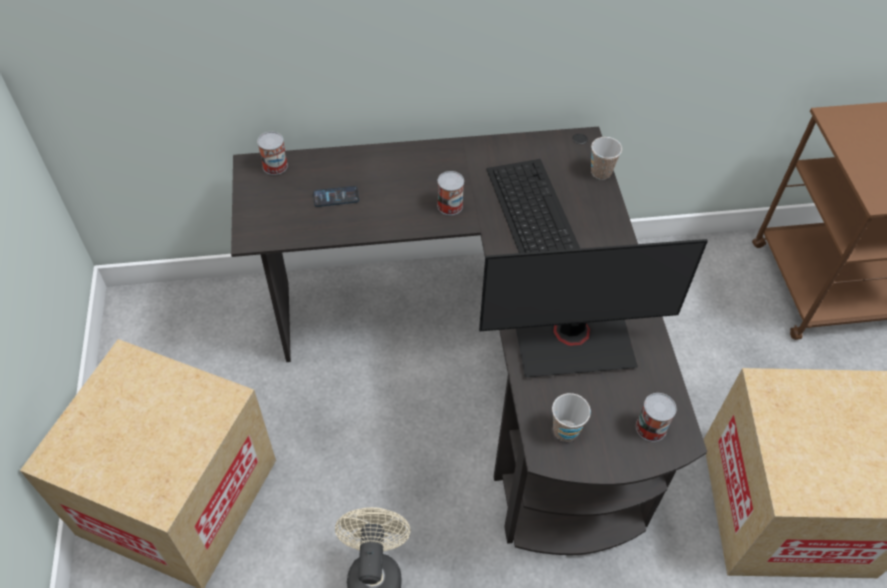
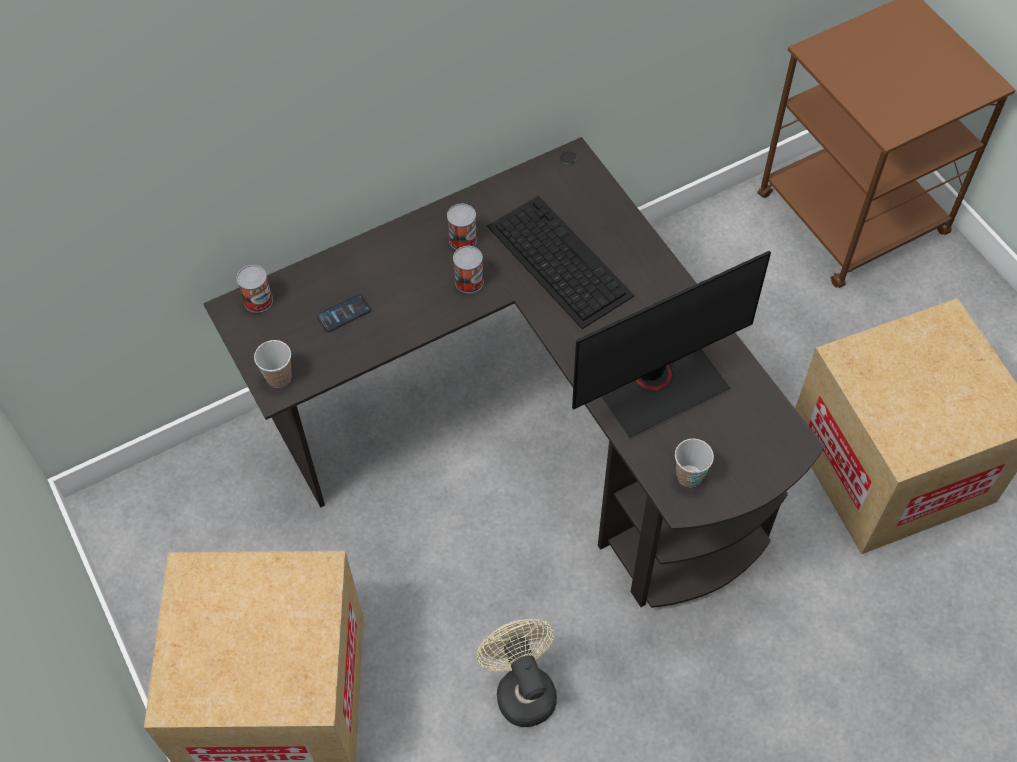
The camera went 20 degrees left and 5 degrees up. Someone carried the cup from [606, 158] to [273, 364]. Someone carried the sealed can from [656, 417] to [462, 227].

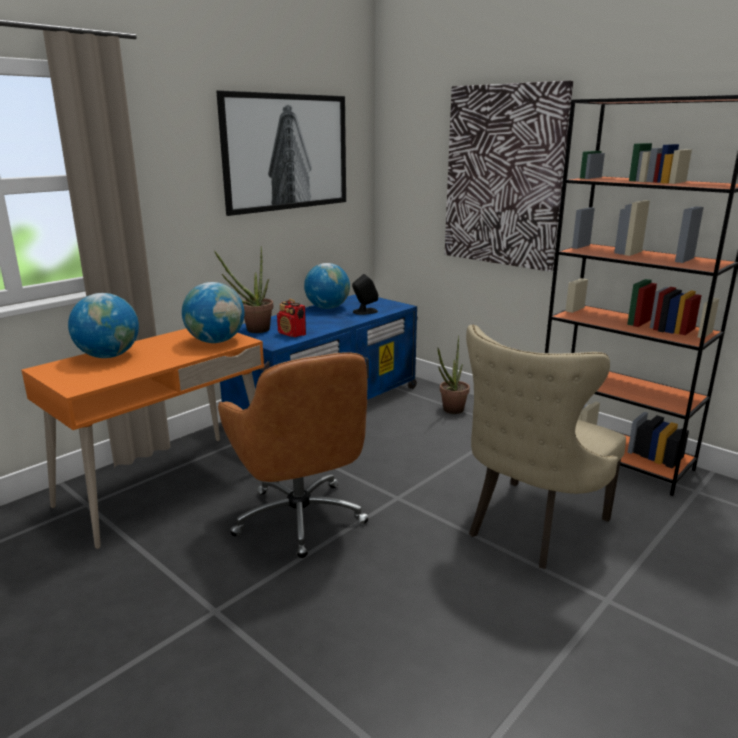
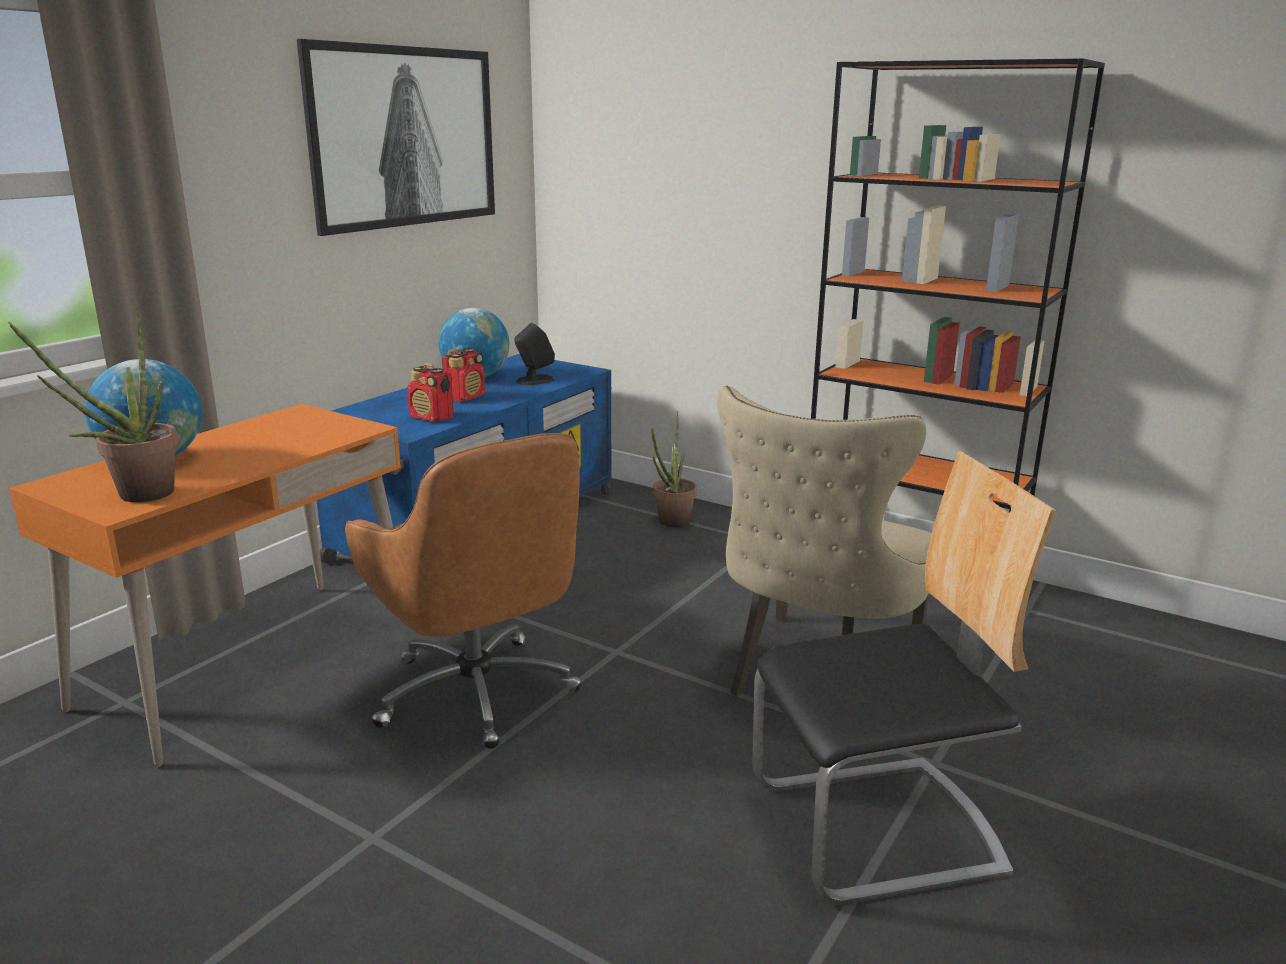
The camera went 10 degrees left and 0 degrees up. Someone carried the potted plant from [243, 289] to [93, 405]. Someone put down the radio receiver at [463, 375]. Someone put down the plain chair at [904, 678]. Someone took away the world globe at [213, 312]. Someone took away the picture at [509, 176].

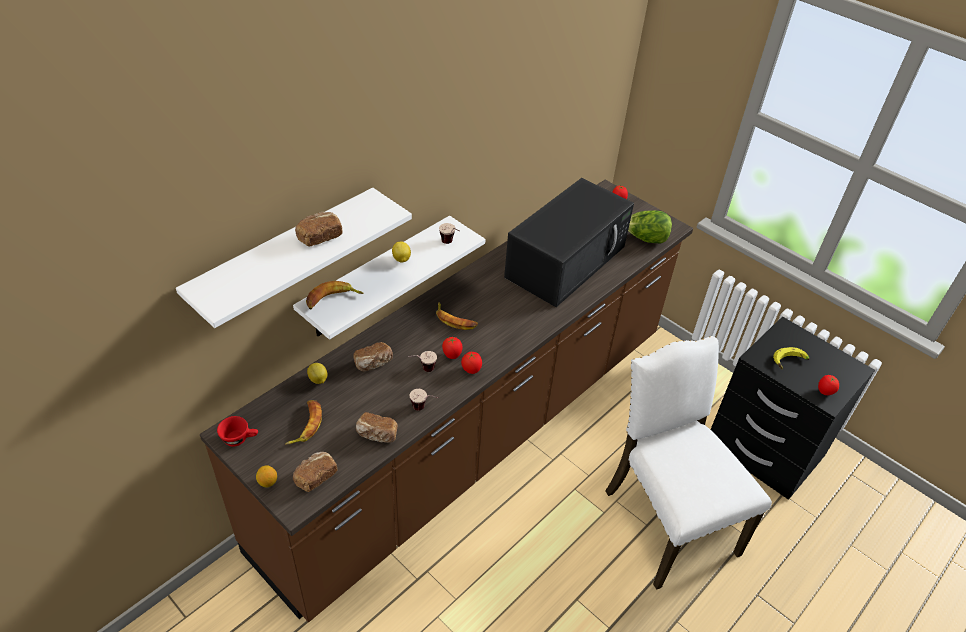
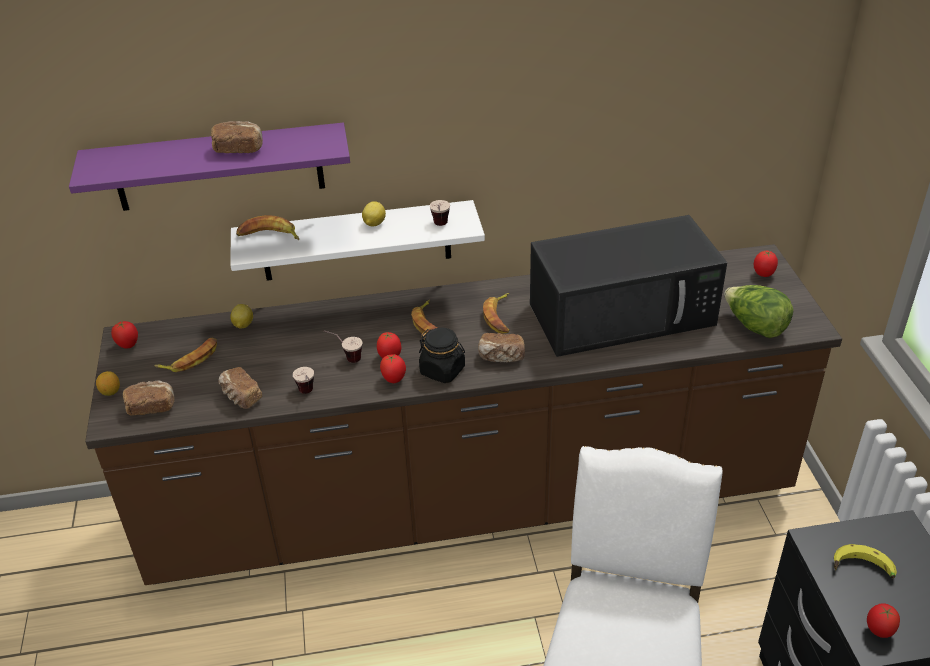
The camera went 40 degrees right and 5 degrees down. Someone repainted the wall shelf (white-coloured) at [294, 258], which became the wall shelf (purple) at [209, 167]. Someone swapped the cup (red-coloured) at [237, 431] for the whole tomato at [124, 335]. Someone put down the jar (black) at [442, 355]. Someone carried the baked bread from [373, 356] to [501, 347]. Someone put down the banana at [496, 313].

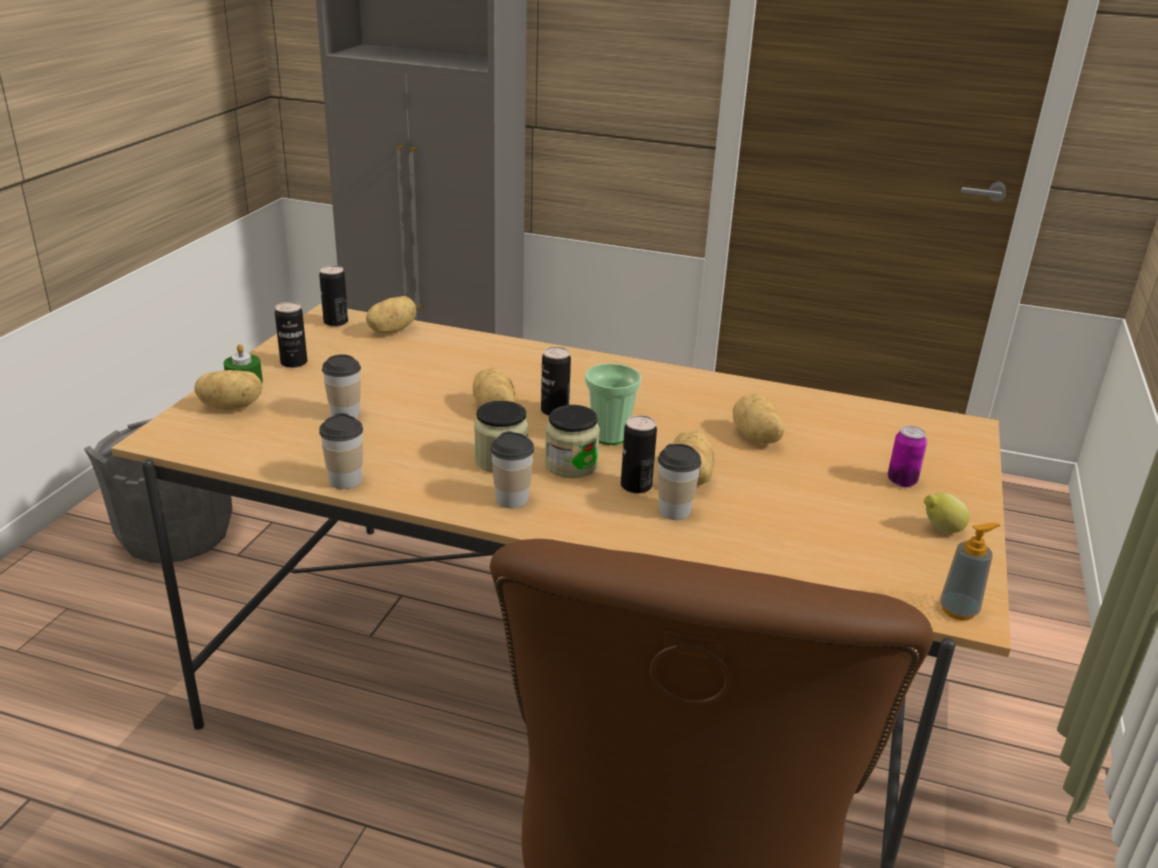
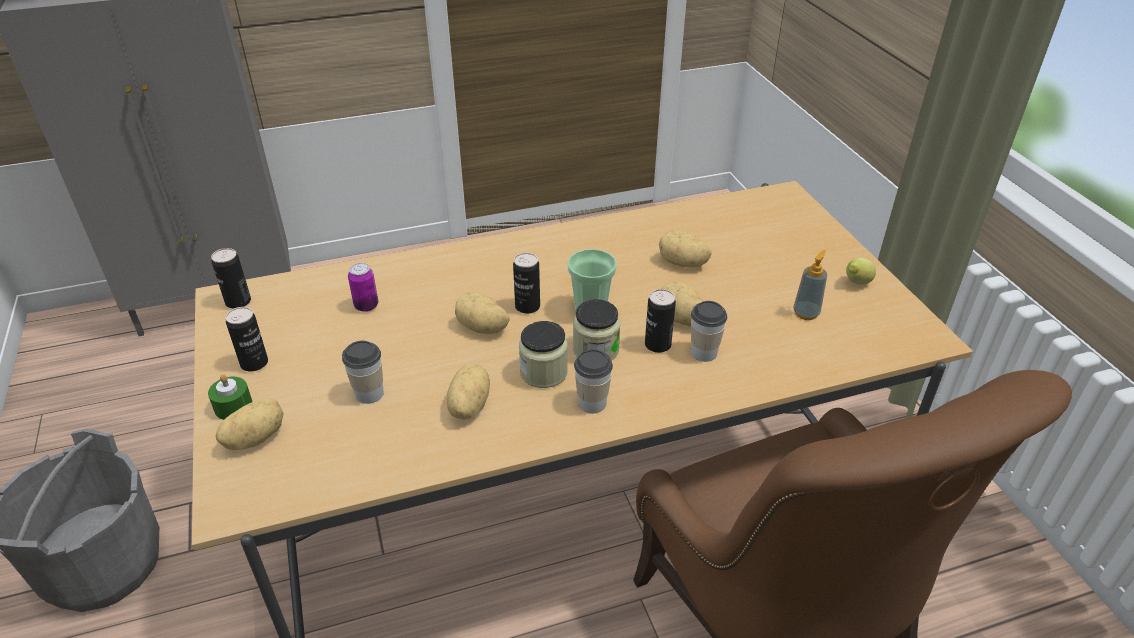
The camera went 35 degrees left and 10 degrees up. Someone carried the sealed can from [907, 456] to [363, 287]. Someone carried the whole potato from [391, 315] to [468, 391]. Someone carried the soap dispenser from [970, 571] to [810, 285]. Someone took away the cup at [341, 451].

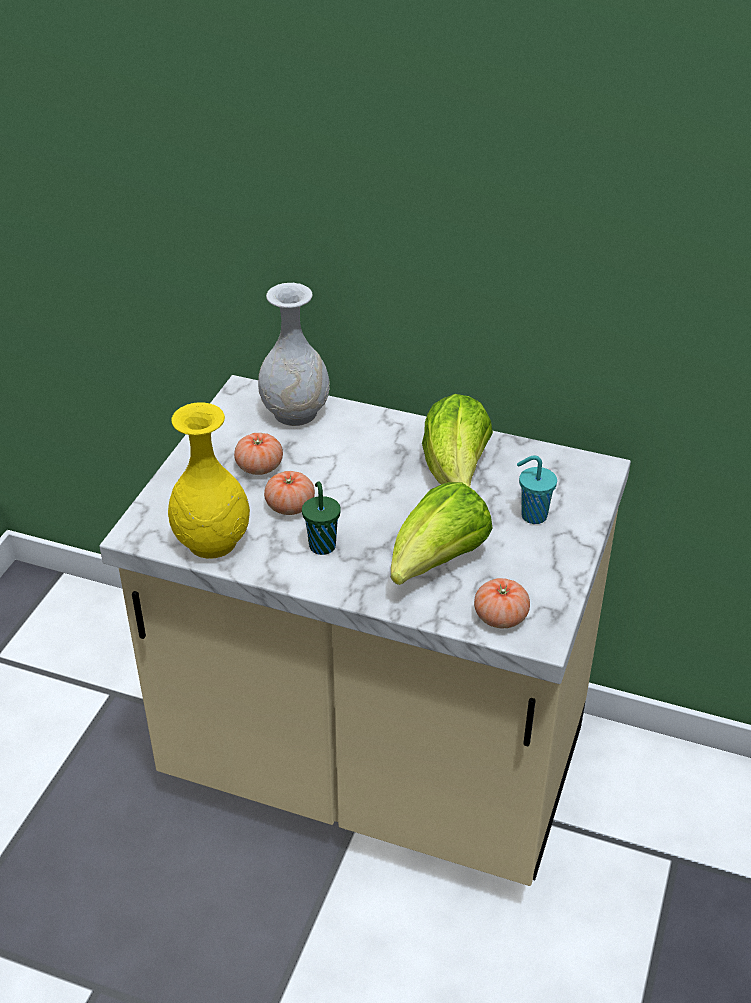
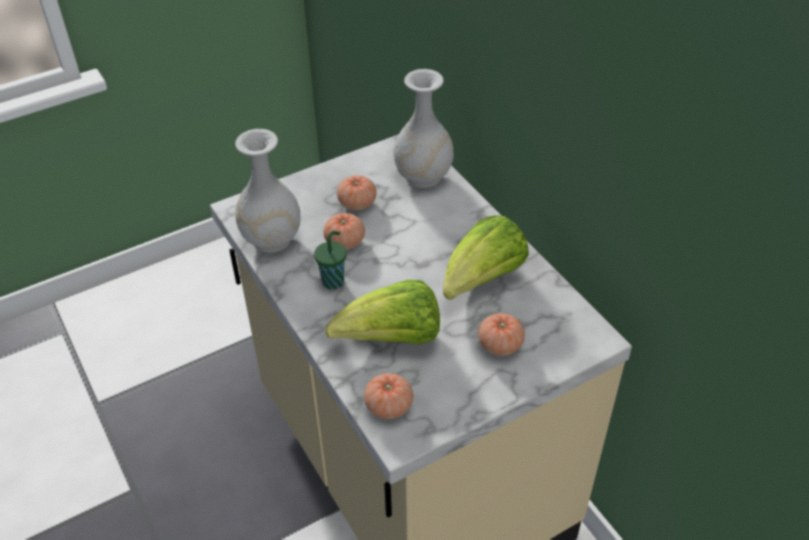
The camera went 40 degrees right and 5 degrees up. Someone repainted the decorative vase (yellow) at [209, 480], which became the decorative vase (white-coloured) at [268, 191]. Someone swapped the cup (turquoise-coloured) at [537, 490] for the whole tomato at [501, 334].

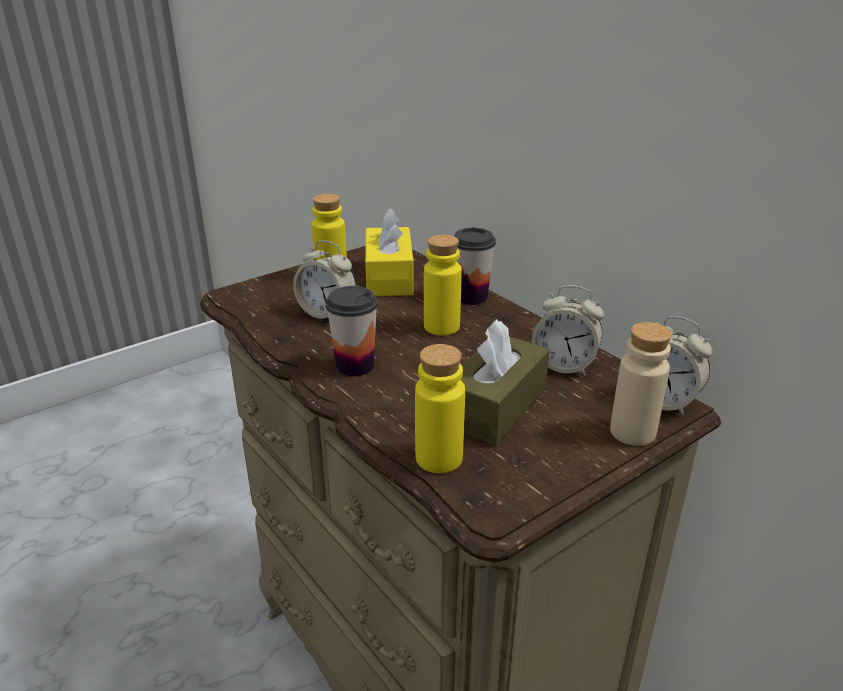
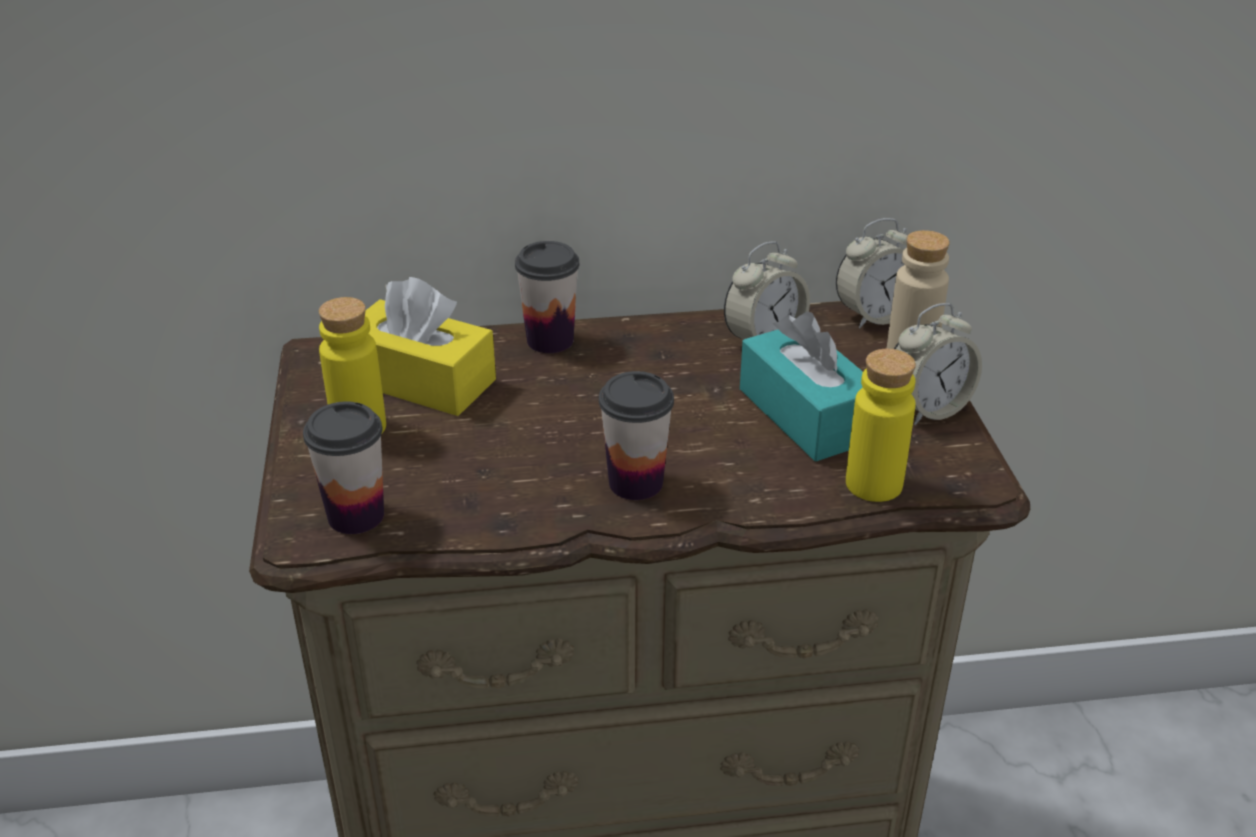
The camera went 60 degrees left and 5 degrees up. Someone put down the cup at [343, 467]. Someone repainted the tissue box (brown-coloured) at [505, 382], which became the tissue box (turquoise-coloured) at [801, 387]. Someone carried the table clock from [325, 279] to [938, 364]. Someone took away the bottle (yellow) at [443, 285].

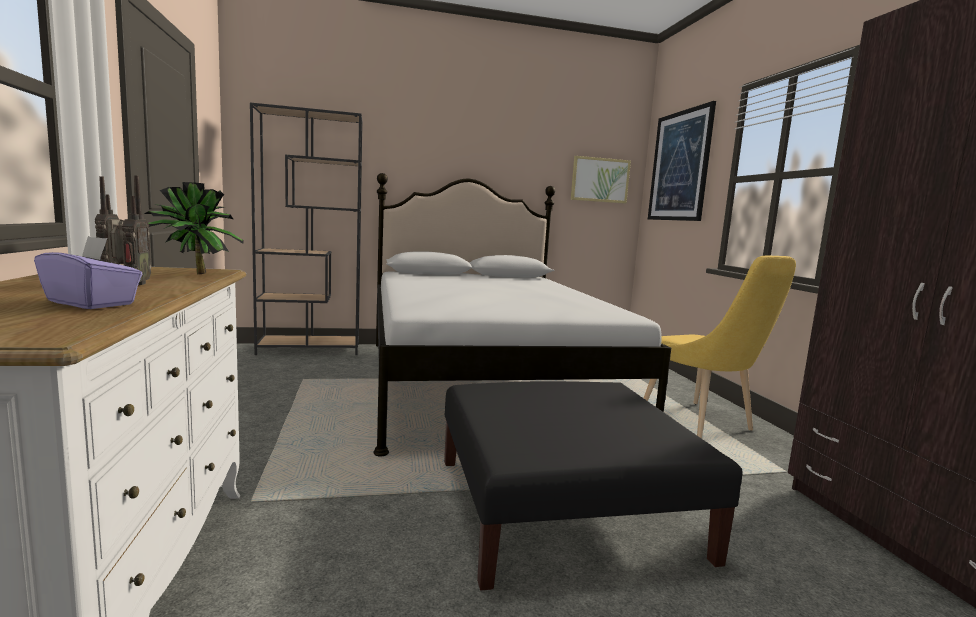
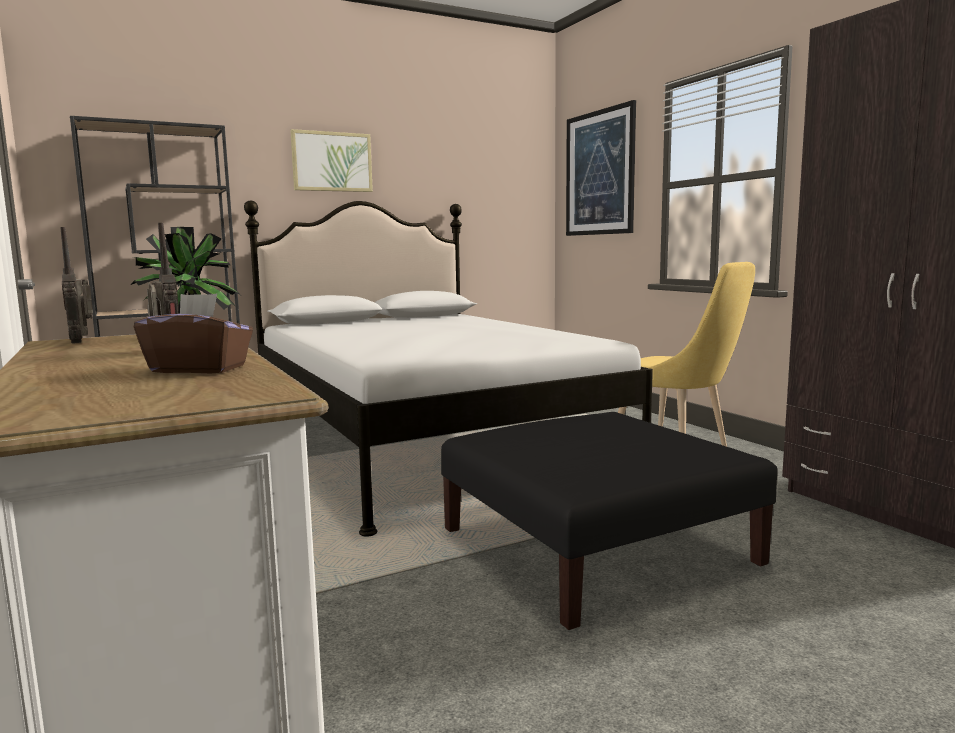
The camera went 15 degrees left and 0 degrees up. Someone repainted the tissue box (purple) at [88, 272], which became the tissue box (brown-coloured) at [193, 333]. Someone carried the picture from [601, 179] to [331, 160].

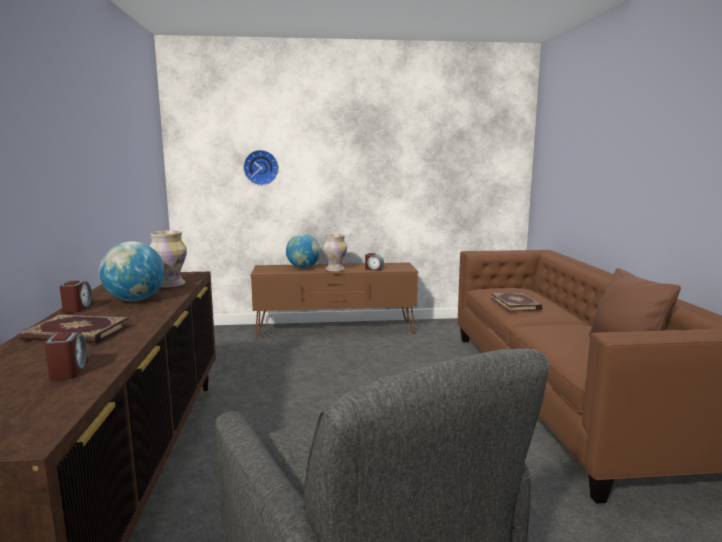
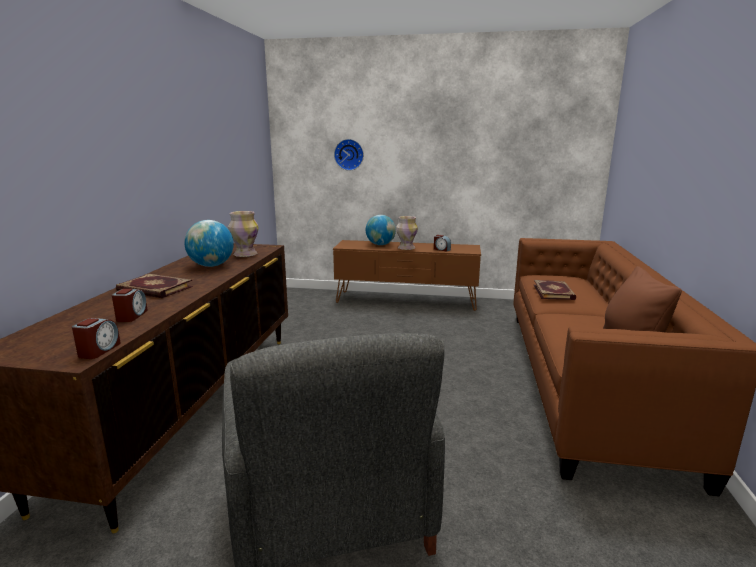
The camera went 15 degrees right and 5 degrees up. Someone carried the table clock from [76, 297] to [96, 338].

